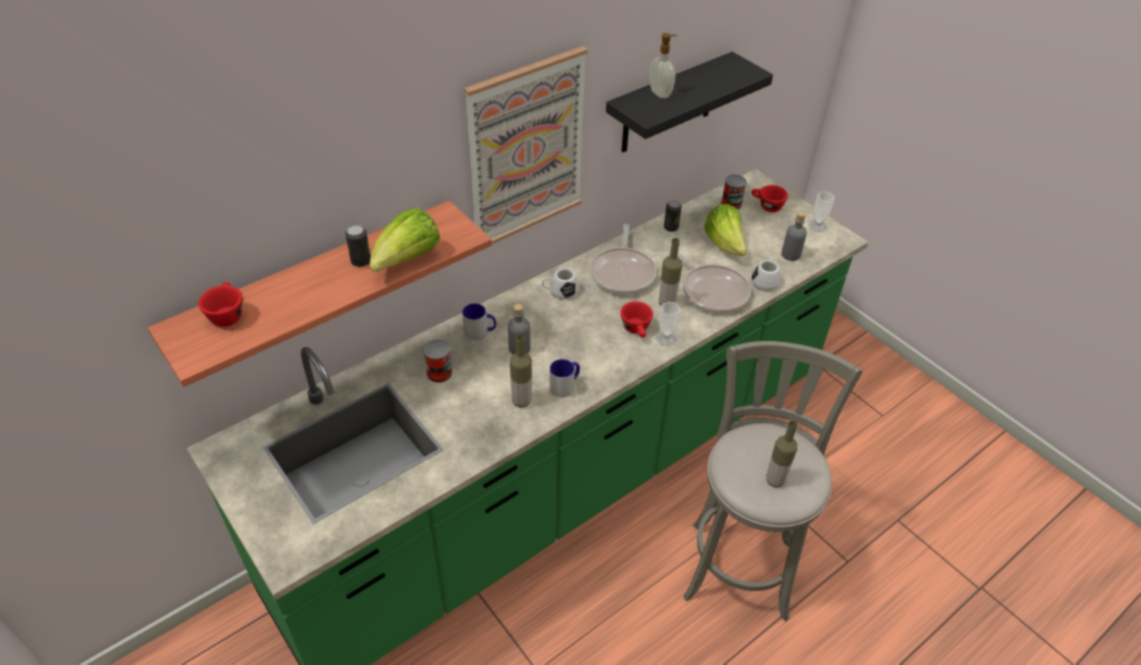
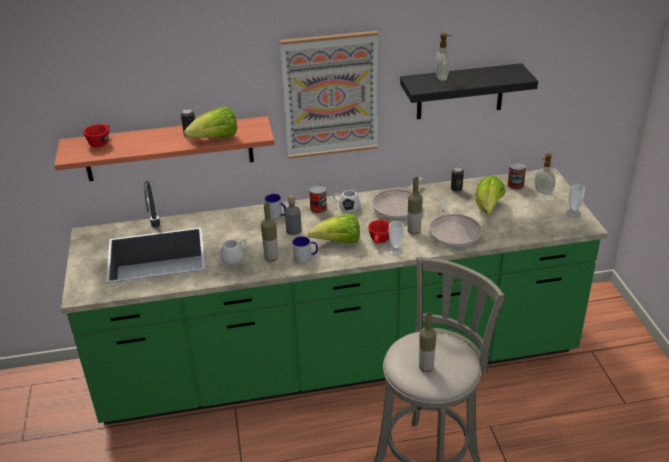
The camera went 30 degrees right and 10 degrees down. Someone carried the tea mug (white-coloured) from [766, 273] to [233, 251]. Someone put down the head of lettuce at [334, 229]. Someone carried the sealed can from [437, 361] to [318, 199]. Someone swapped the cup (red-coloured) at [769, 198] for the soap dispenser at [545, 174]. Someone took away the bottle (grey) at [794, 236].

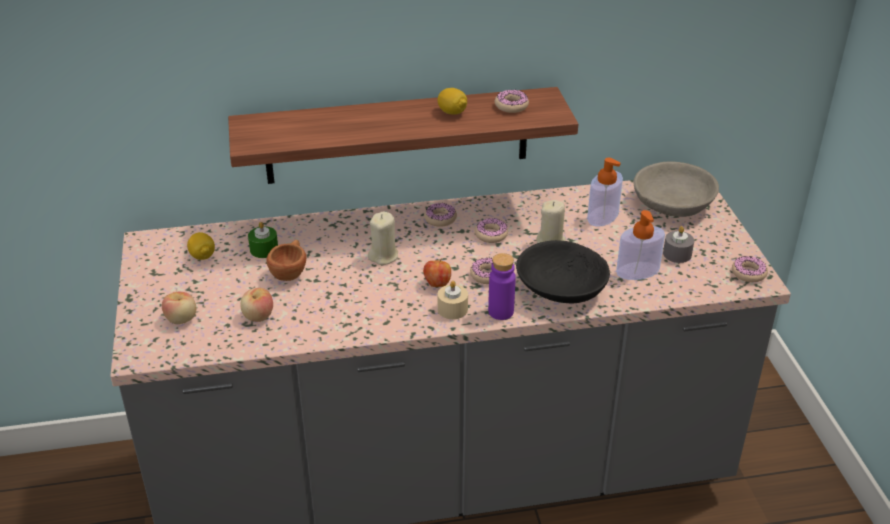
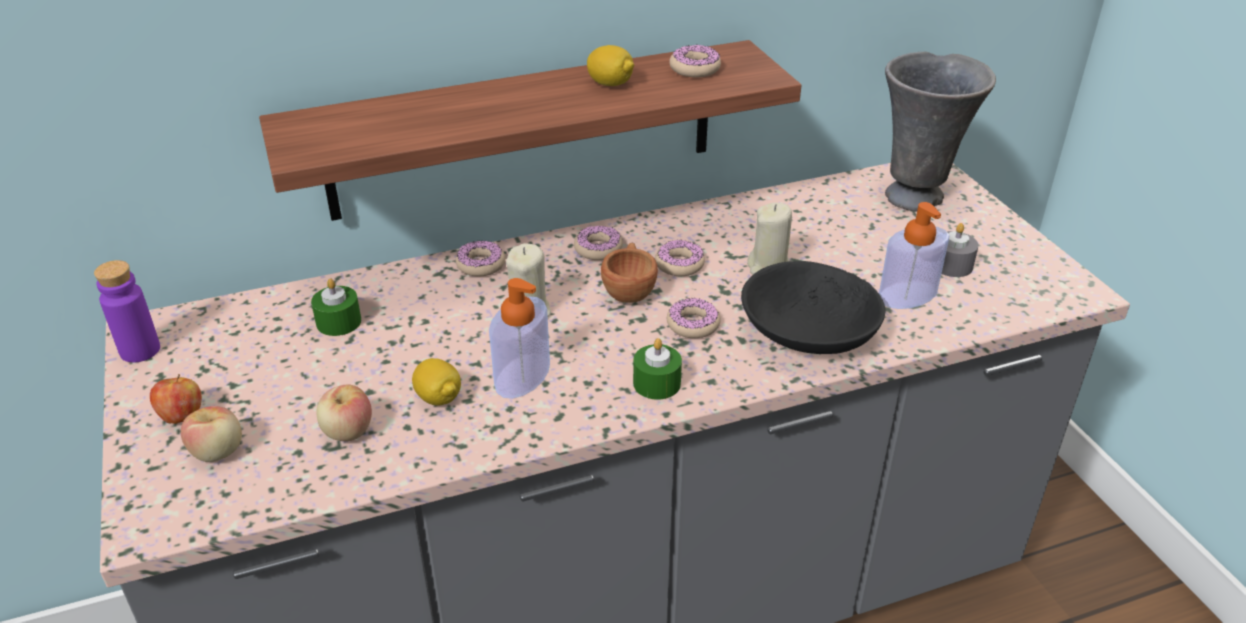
The camera went 10 degrees left and 0 degrees up. Someone carried the bottle (purple) from [502, 286] to [127, 311]. Someone carried the whole apple from [437, 272] to [176, 399]. Someone carried the lemon from [201, 246] to [436, 382]. Someone carried the donut from [750, 269] to [480, 258]. Someone carried the soap dispenser from [605, 192] to [519, 338]. Someone carried the cup (brown-coloured) from [286, 260] to [629, 272]. Someone repainted the wax light (sand-coloured) at [453, 300], which became the wax light (greenish) at [657, 369]. Someone swapped the serving bowl (grey) at [676, 189] for the decorative vase (grey) at [940, 131].

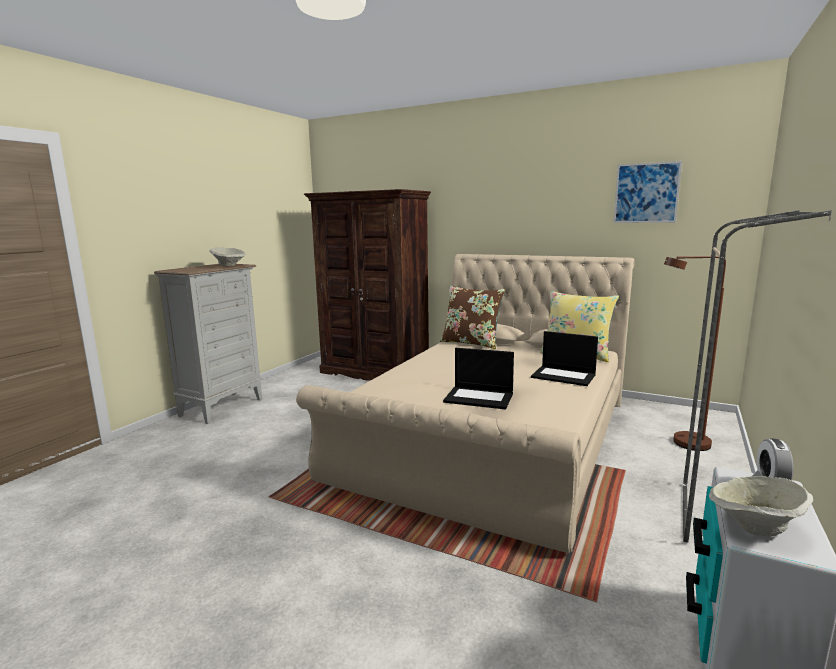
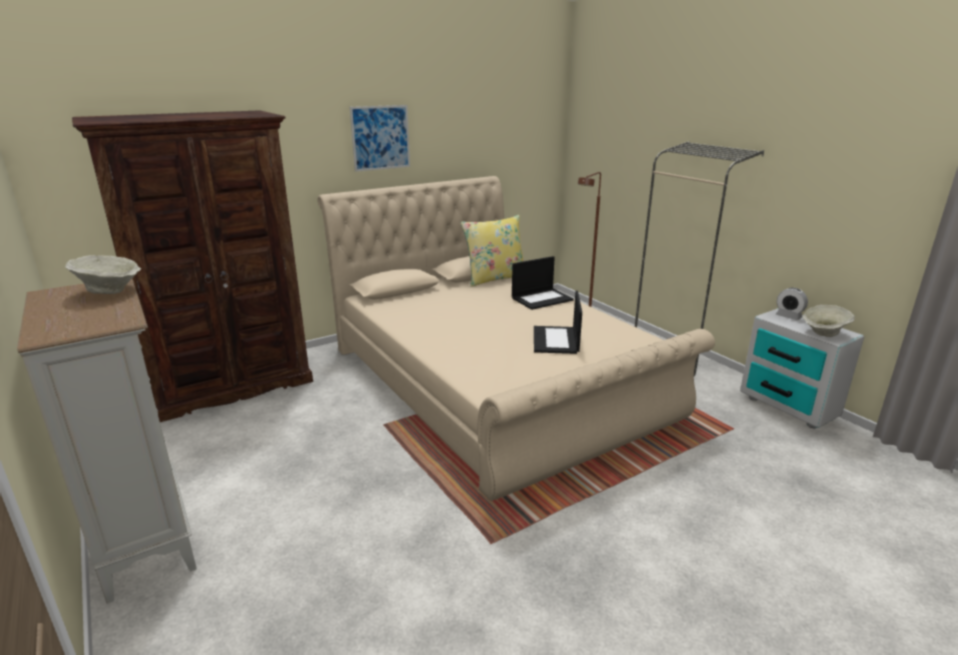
The camera went 60 degrees left and 10 degrees up. Someone carried the picture from [647, 192] to [380, 138]. Someone rotated the portable computer at [478, 379] by 135 degrees clockwise. Someone took away the throw pillow (brown-coloured) at [473, 317].

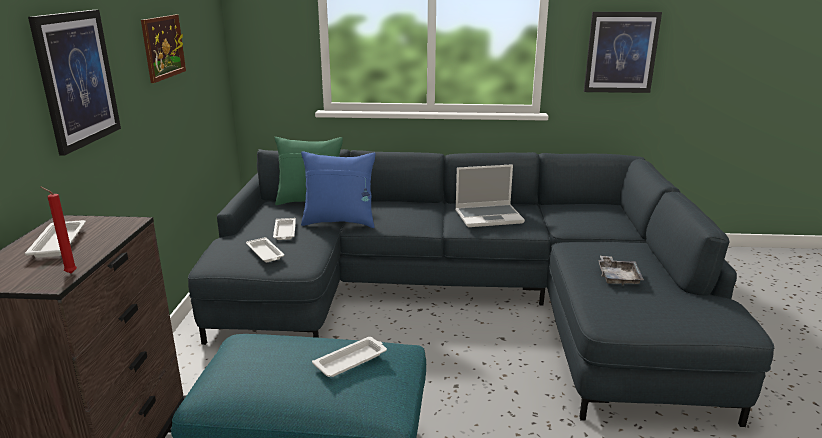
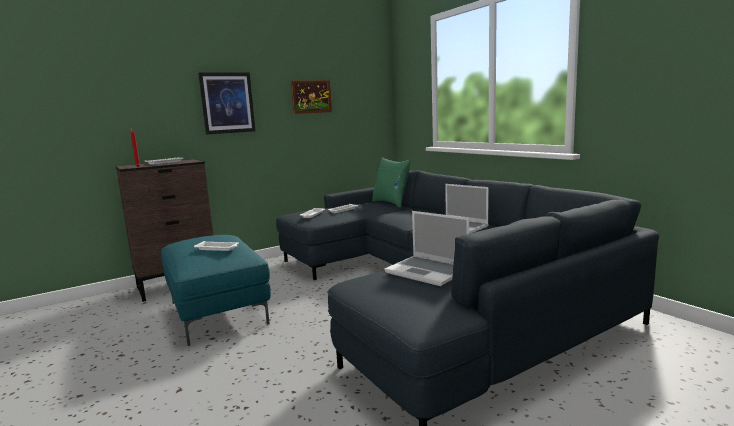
The camera went 55 degrees right and 10 degrees down. Someone swapped the carrying tray (grey) at [621, 270] for the portable computer at [426, 248]. Someone took away the throw pillow (blue) at [338, 189]. Someone took away the picture at [623, 52].

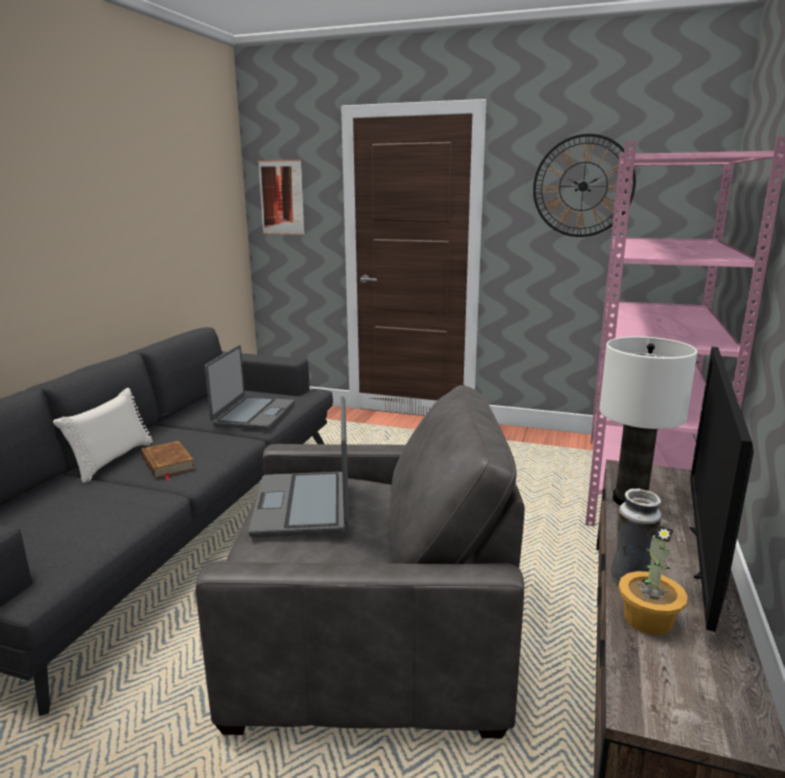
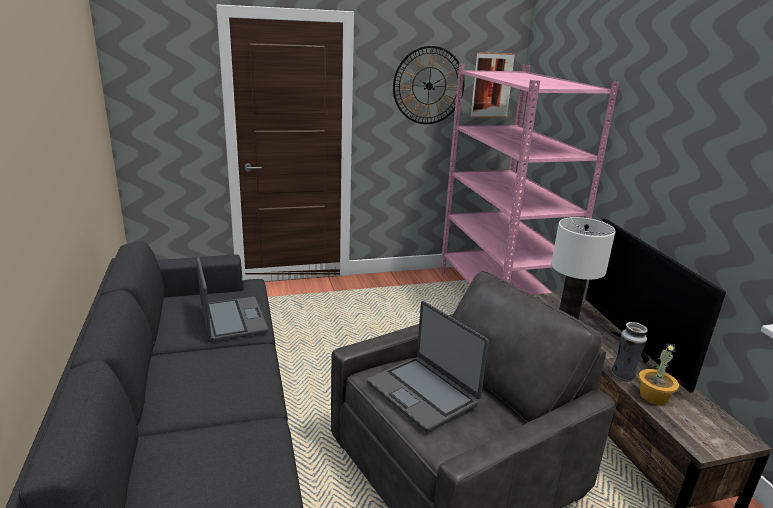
The camera went 35 degrees left and 5 degrees up. Someone carried the picture from [281, 197] to [492, 85]. Someone took away the throw pillow (white-coloured) at [103, 435]. Someone took away the book (brown-coloured) at [168, 461].

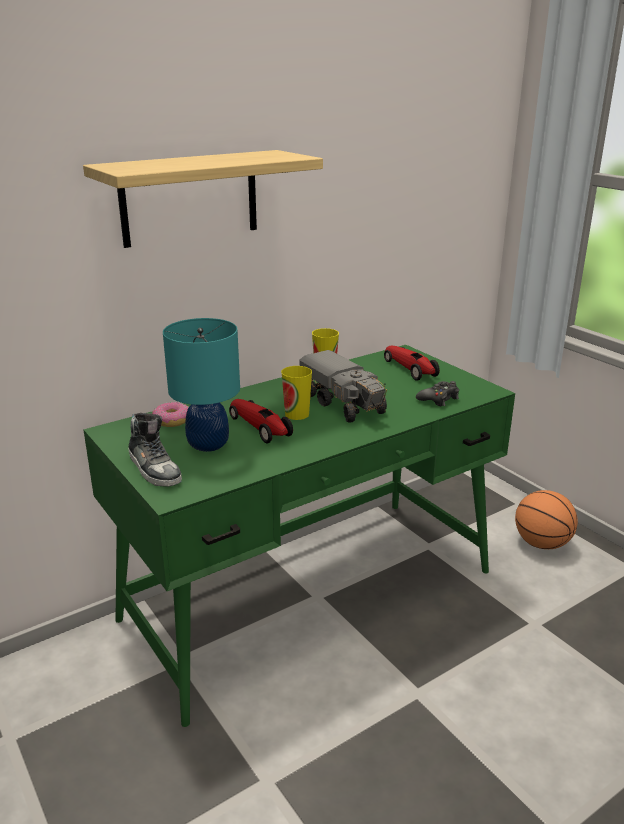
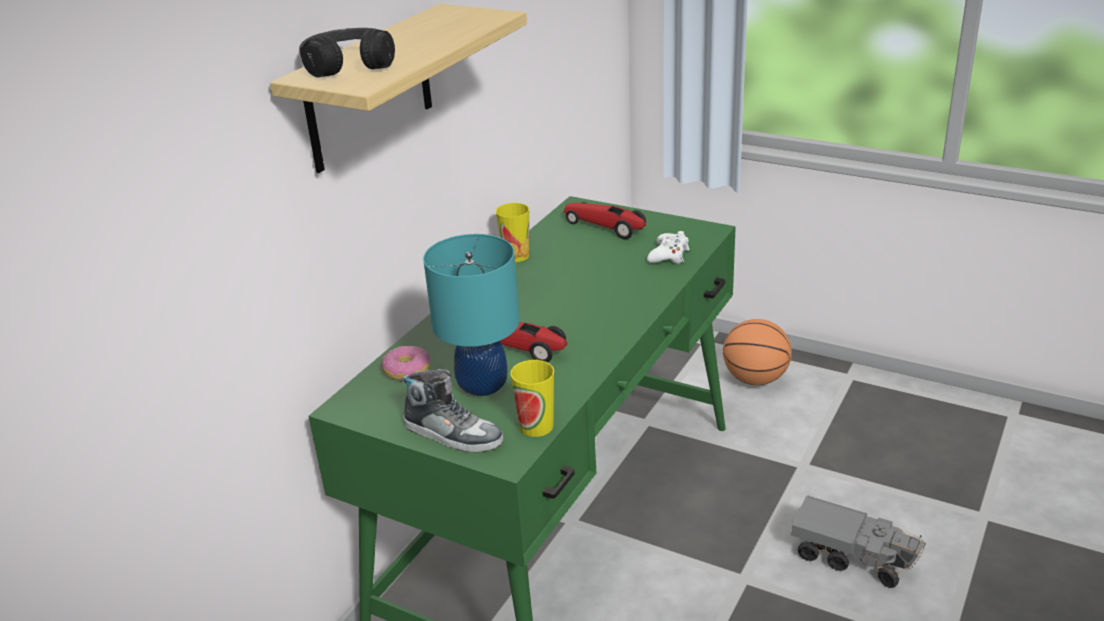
The camera went 25 degrees left and 5 degrees up. Someone put down the headphones (black) at [347, 53]. Someone carried the cup from [296, 393] to [532, 398]. Someone repainted the game controller (black) at [437, 393], which became the game controller (white-coloured) at [668, 247]. Someone carried the model truck from [343, 386] to [859, 541].

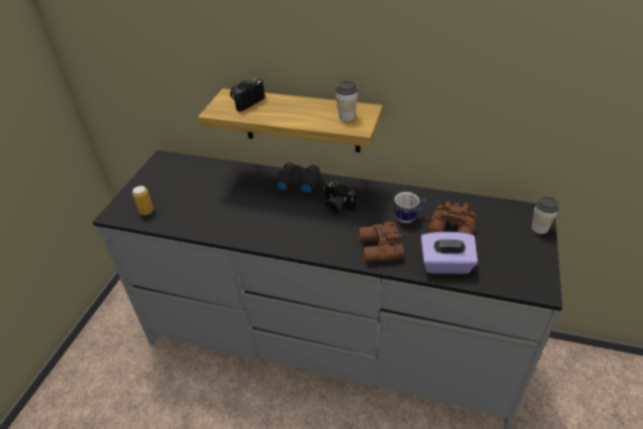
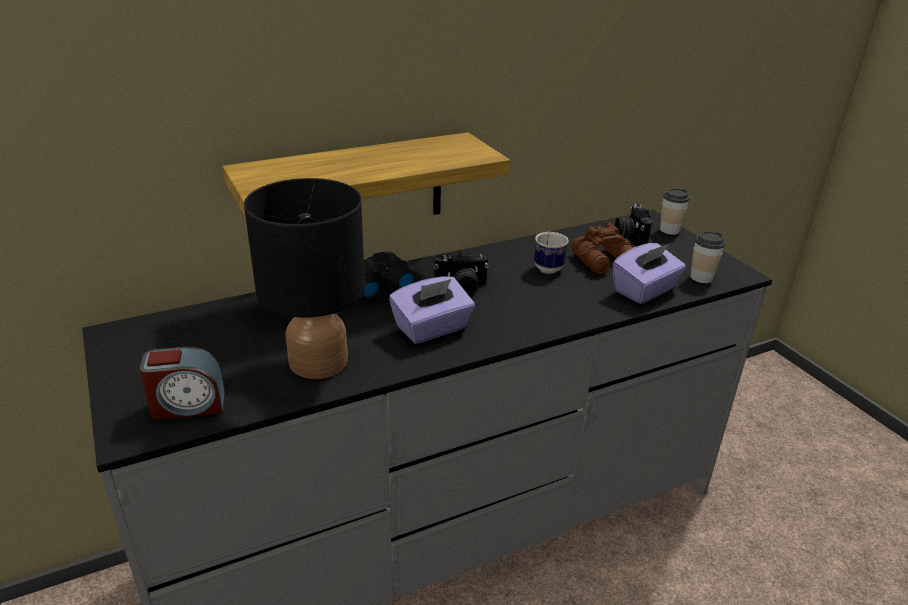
The camera went 45 degrees left and 10 degrees down. Someone swapped the sealed can at [143, 200] for the table clock at [182, 383]. Someone put down the tabletop lamp (black) at [304, 278]. Someone put down the tissue box (purple) at [432, 310]. Someone carried the photo camera from [247, 95] to [633, 224]. Someone carried the cup from [346, 101] to [707, 257]. Someone took away the field glasses (brown-coloured) at [381, 242].

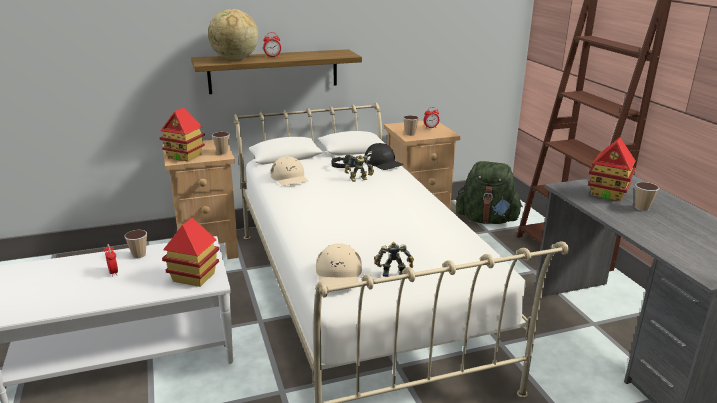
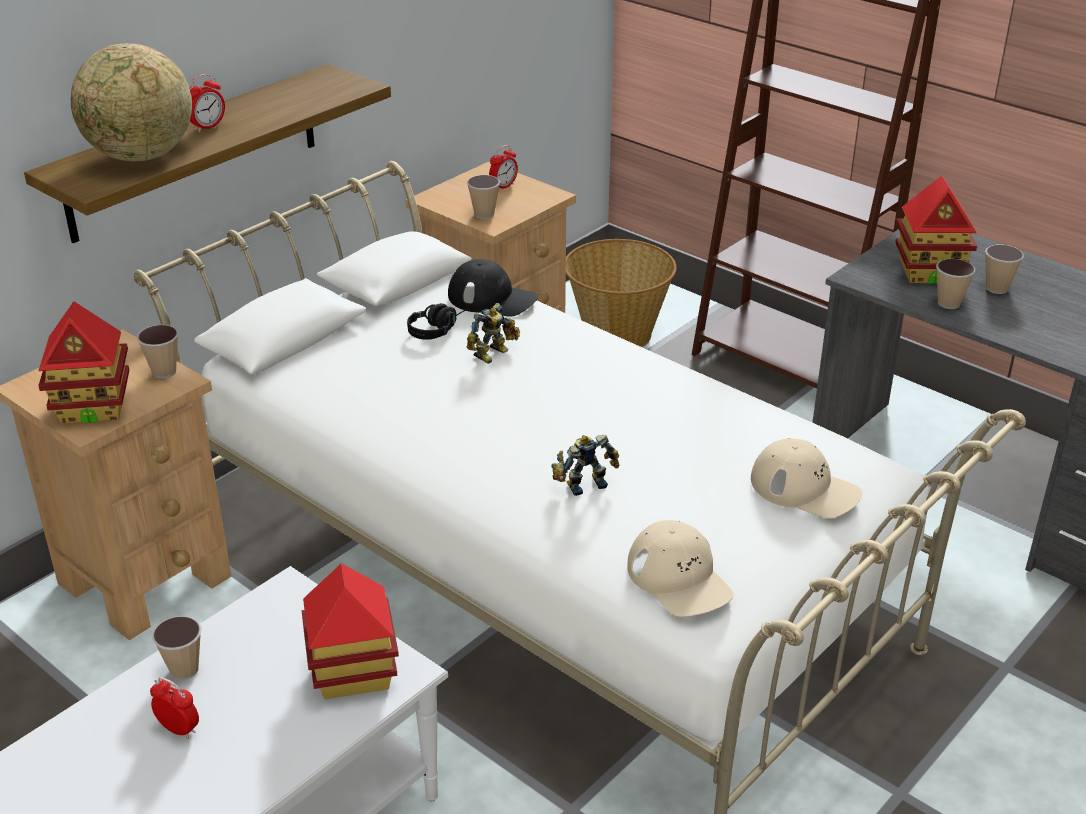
The camera went 30 degrees left and 10 degrees up. Someone carried the model robot from [394, 259] to [585, 465]. Someone swapped the knapsack (greenish) at [489, 192] for the household basket at [621, 293]. Someone carried the peaked cap (sand-coloured) from [289, 171] to [806, 478]. Someone put down the cup at [955, 284].

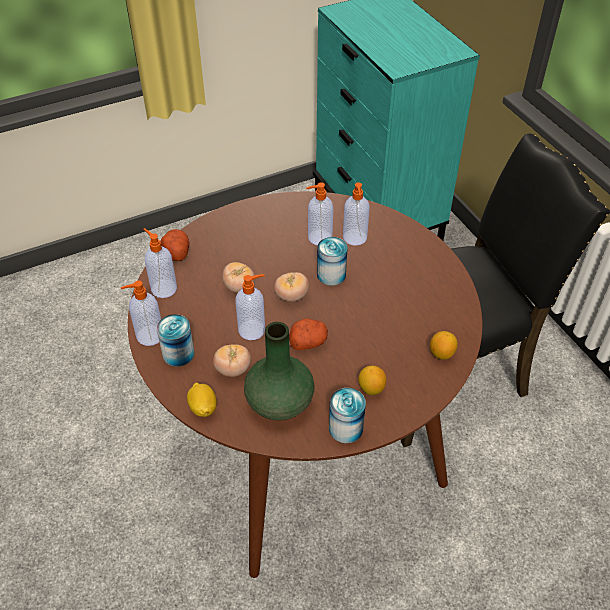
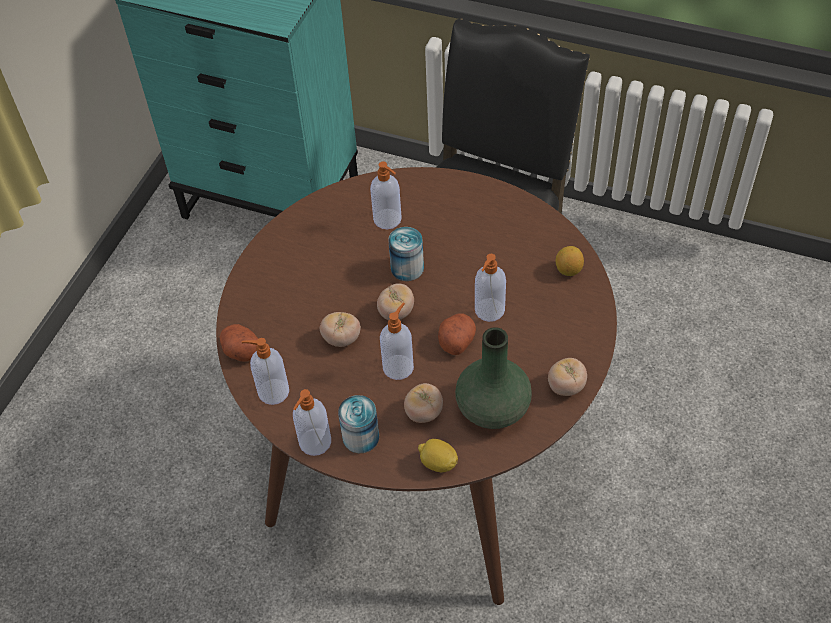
The camera went 40 degrees left and 5 degrees up. Someone carried the soap dispenser from [319, 213] to [490, 288]. Someone swapped the sealed can at [347, 415] for the whole tomato at [567, 377]. Someone took away the lemon at [372, 380].

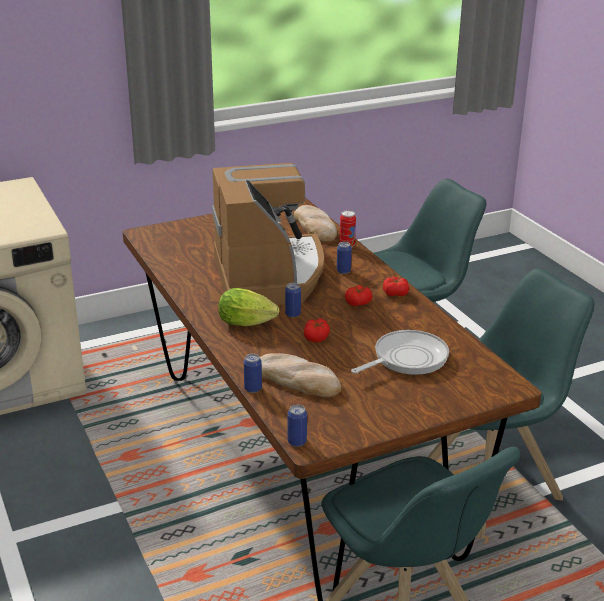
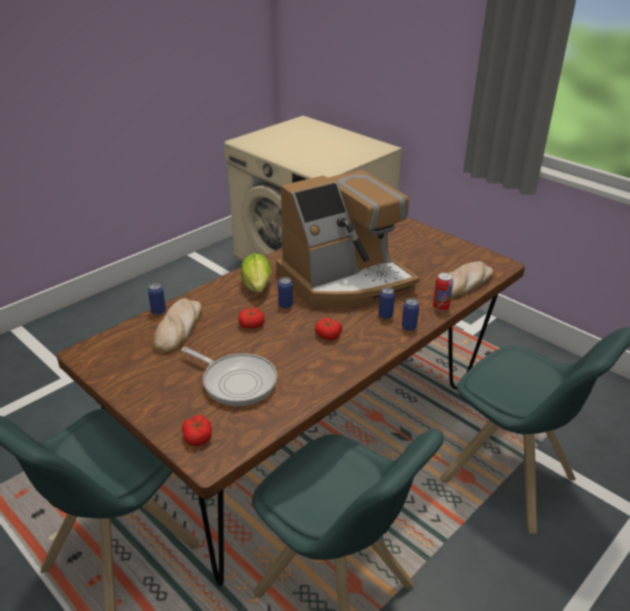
The camera went 70 degrees right and 5 degrees up. Someone carried the whole tomato from [396, 286] to [197, 430]. Someone carried the sealed can from [297, 426] to [410, 314].

